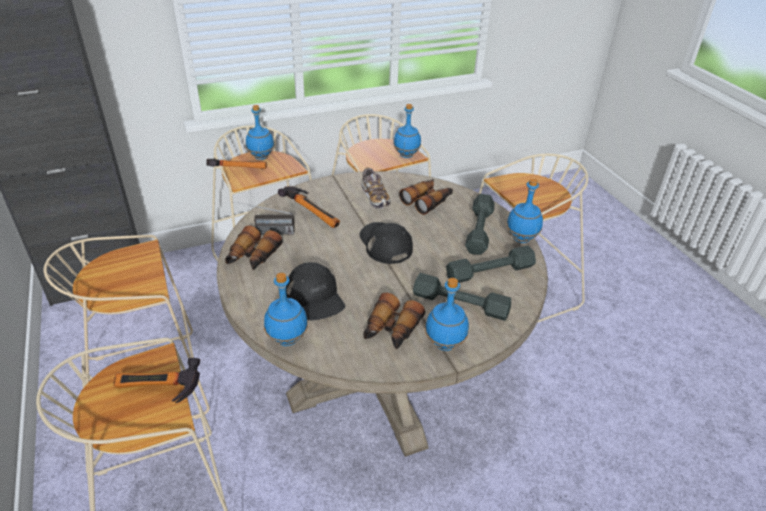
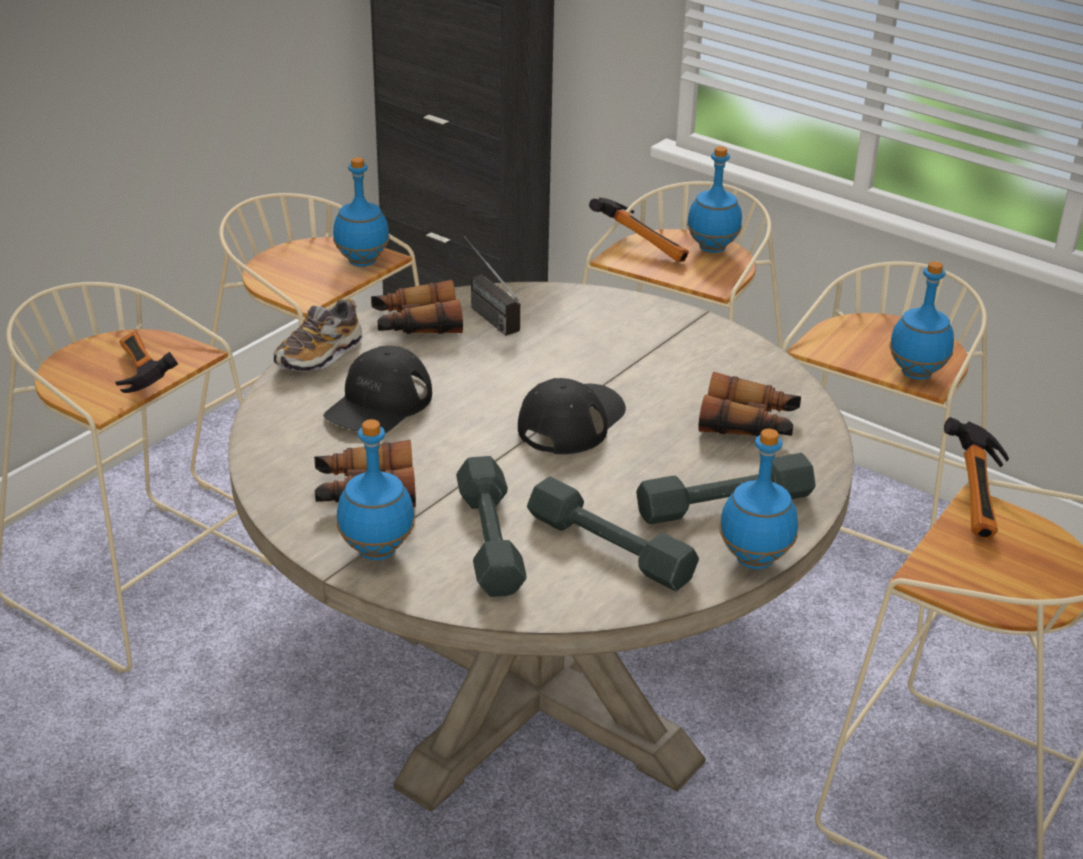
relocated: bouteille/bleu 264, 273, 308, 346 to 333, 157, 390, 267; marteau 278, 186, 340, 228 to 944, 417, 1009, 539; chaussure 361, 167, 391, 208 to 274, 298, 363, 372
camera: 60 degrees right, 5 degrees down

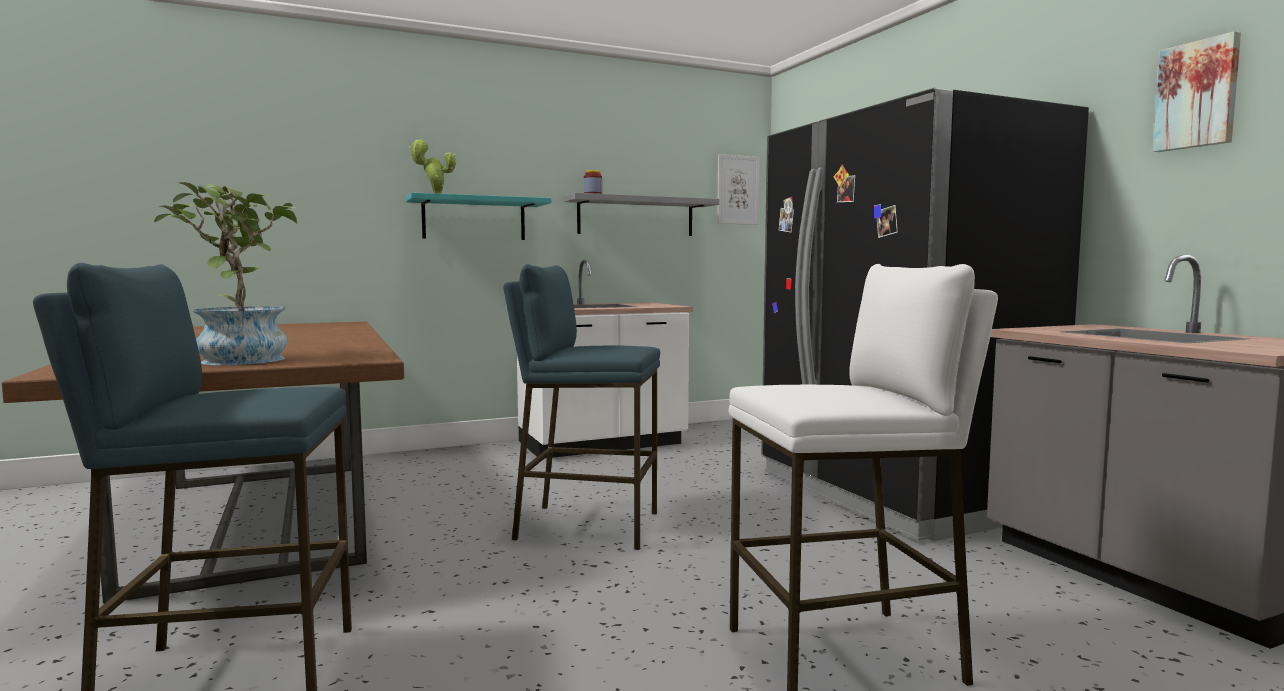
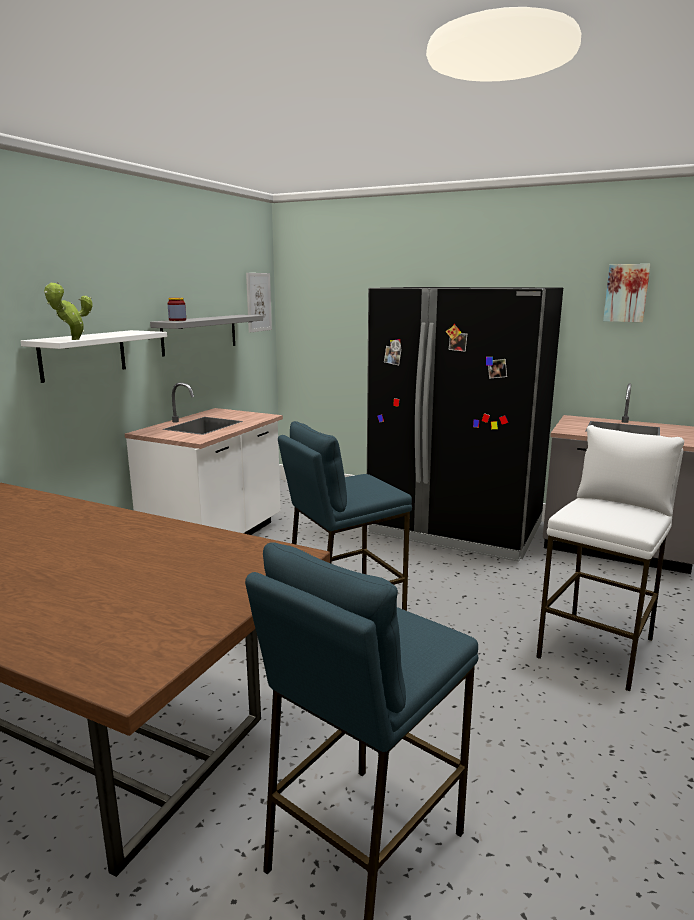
missing: plante en pot 154, 182, 297, 365
colour: étagère/turquoise 405, 193, 551, 240 to étagère/blanc 20, 330, 167, 383
camera: 40 degrees left, 10 degrees up

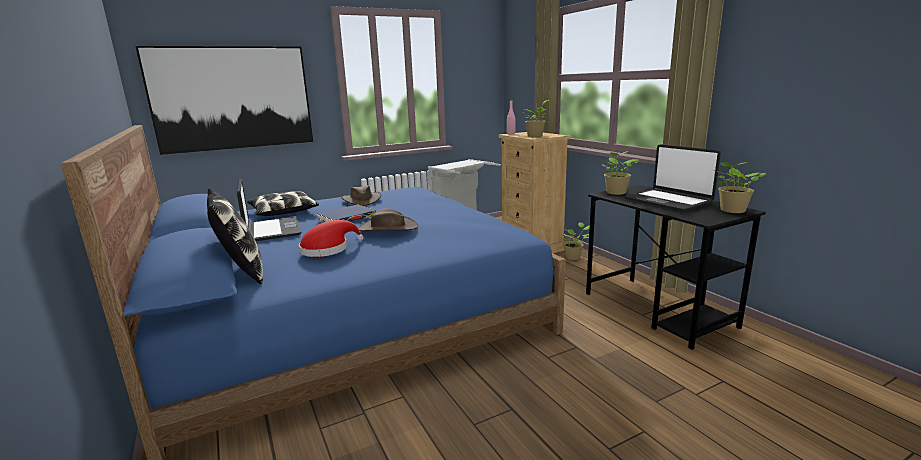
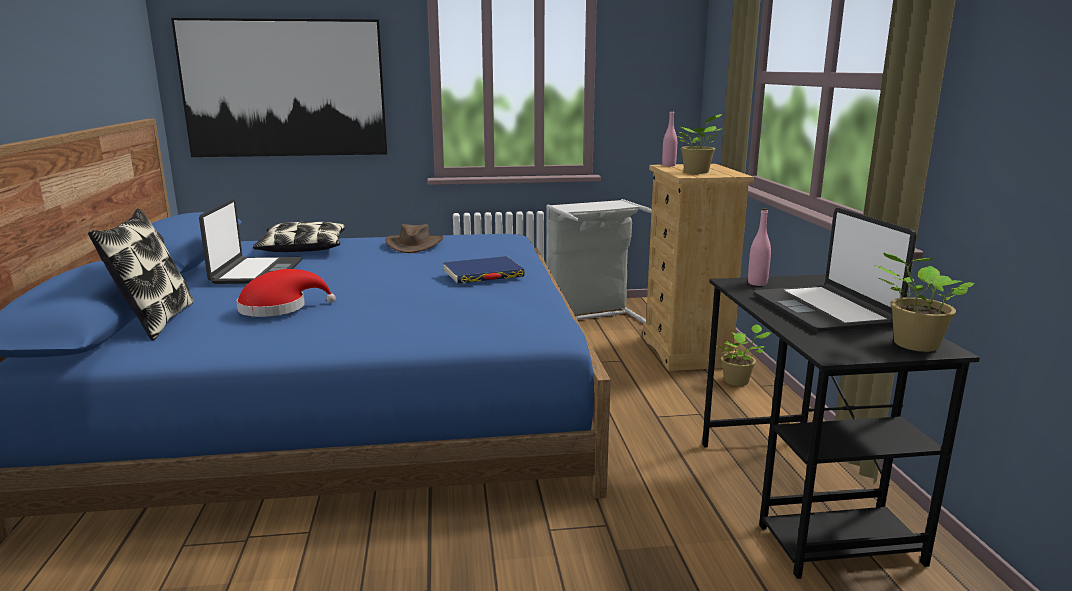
missing: chapeau/marron 358, 208, 419, 231
relocated: livre/bleu 317, 205, 376, 222 to 444, 256, 525, 284
exchanged: plante en pot 601, 151, 639, 195 to bouteille/rose 748, 208, 771, 286
camera: 20 degrees right, 0 degrees up

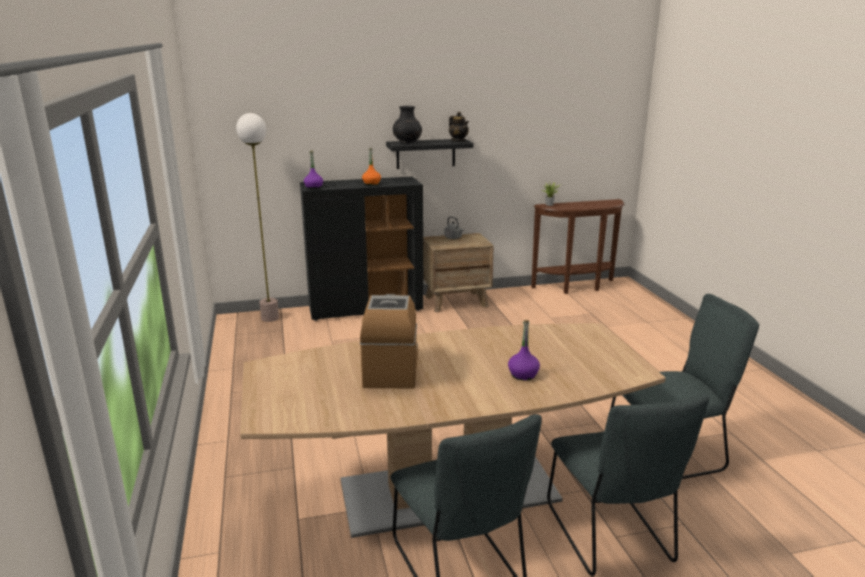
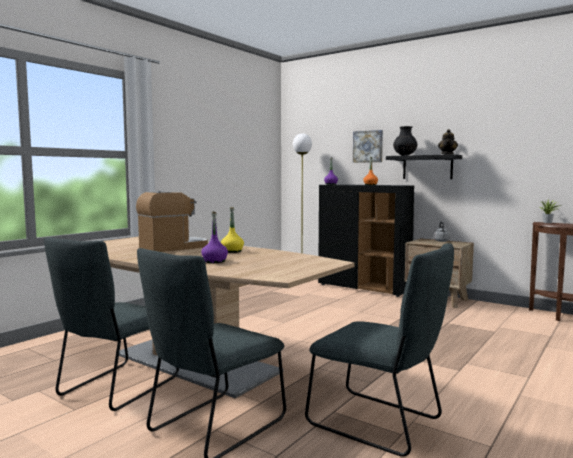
appeared: bouteille/jaune 221, 207, 244, 253; tableau 353, 130, 383, 163
camera: 50 degrees right, 15 degrees down

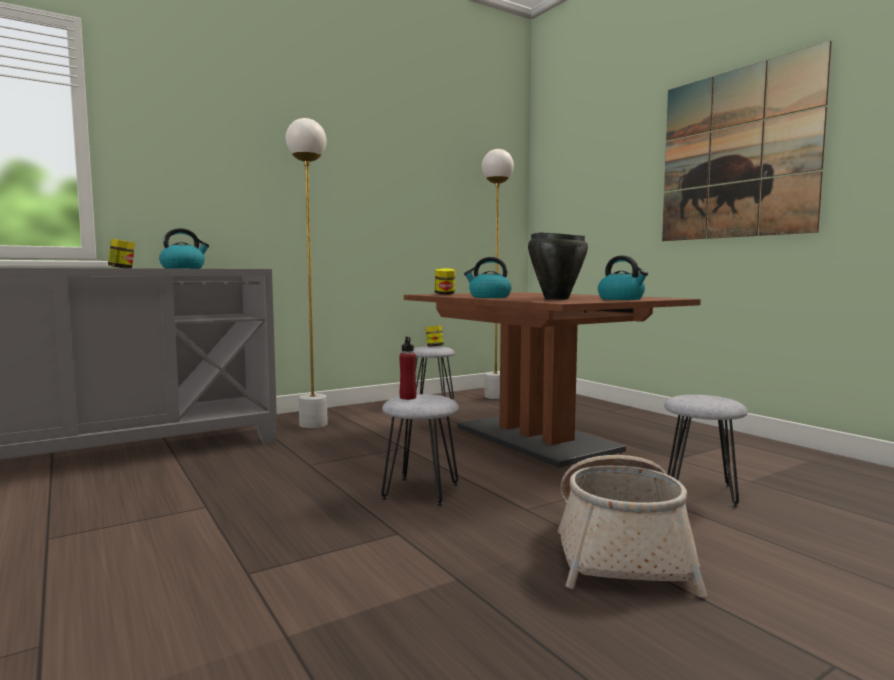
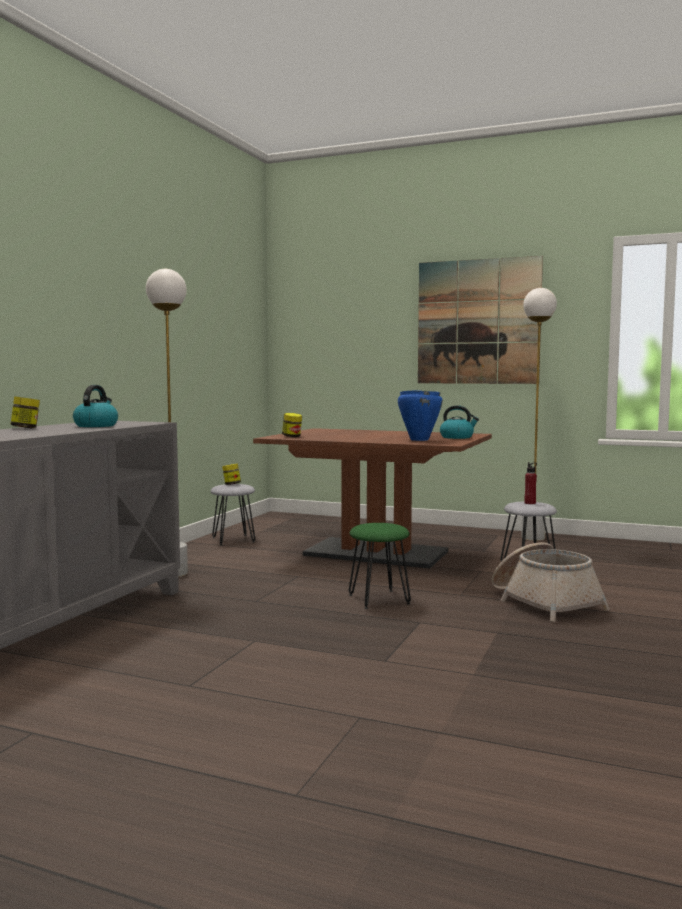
missing: bouilloire 464, 257, 512, 298
relocated: bouteille/rouge 399, 336, 416, 400 to 524, 462, 537, 504; lampadaire/blanc 482, 149, 514, 399 to 521, 288, 557, 541
colour: tabouret/gris 381, 394, 459, 506 to tabouret/vert 349, 523, 411, 609; marmite/noir 528, 232, 588, 300 to marmite/bleu 398, 390, 443, 441
camera: 35 degrees left, 0 degrees up

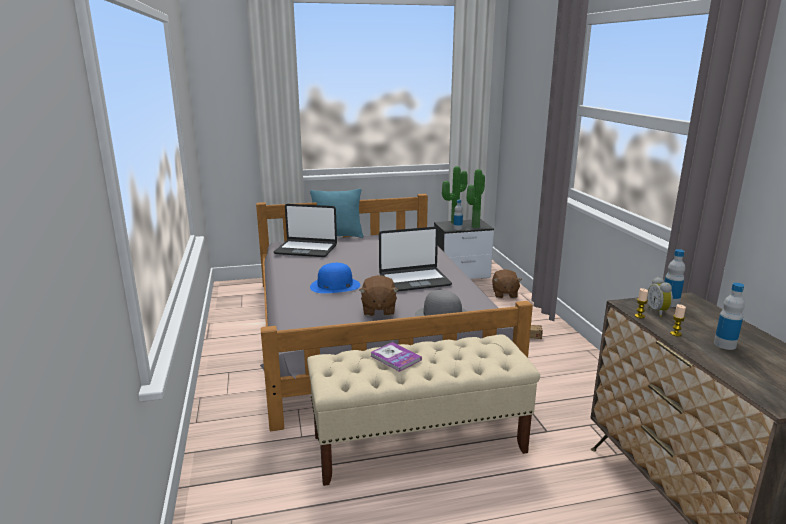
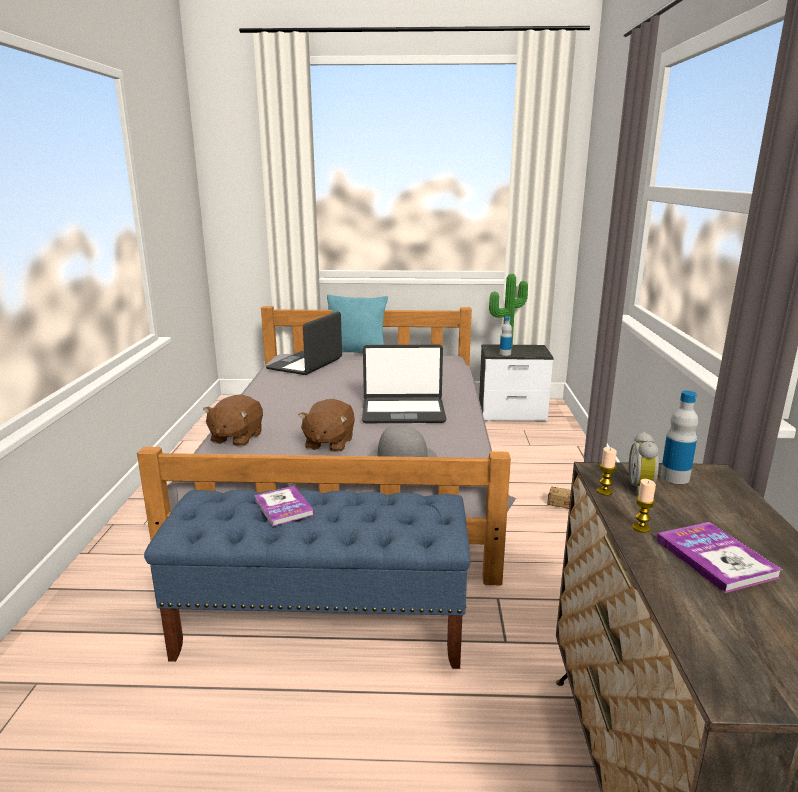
missing: chapeau/bleu 310, 263, 360, 293; plante en pot 467, 169, 485, 228
relocated: peluche/marron 492, 269, 522, 298 to 203, 394, 263, 447
exchanged: bouteille 714, 283, 745, 350 to livre 656, 522, 782, 593
colour: banc/beige 307, 335, 540, 486 to banc/bleu 144, 490, 471, 669
spun: ordinateur portable 274, 204, 337, 257 = 266, 311, 342, 375 90 degrees clockwise
camera: 15 degrees right, 0 degrees up

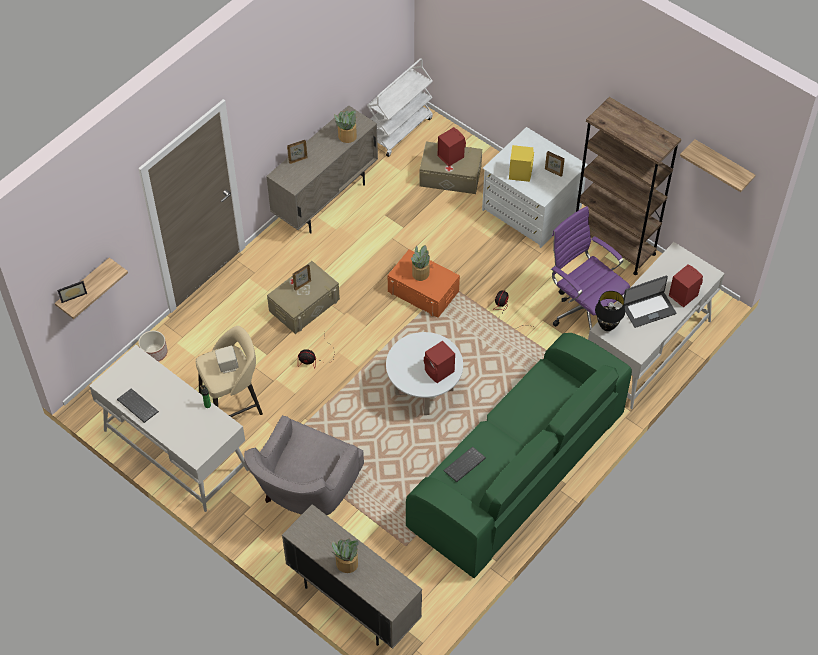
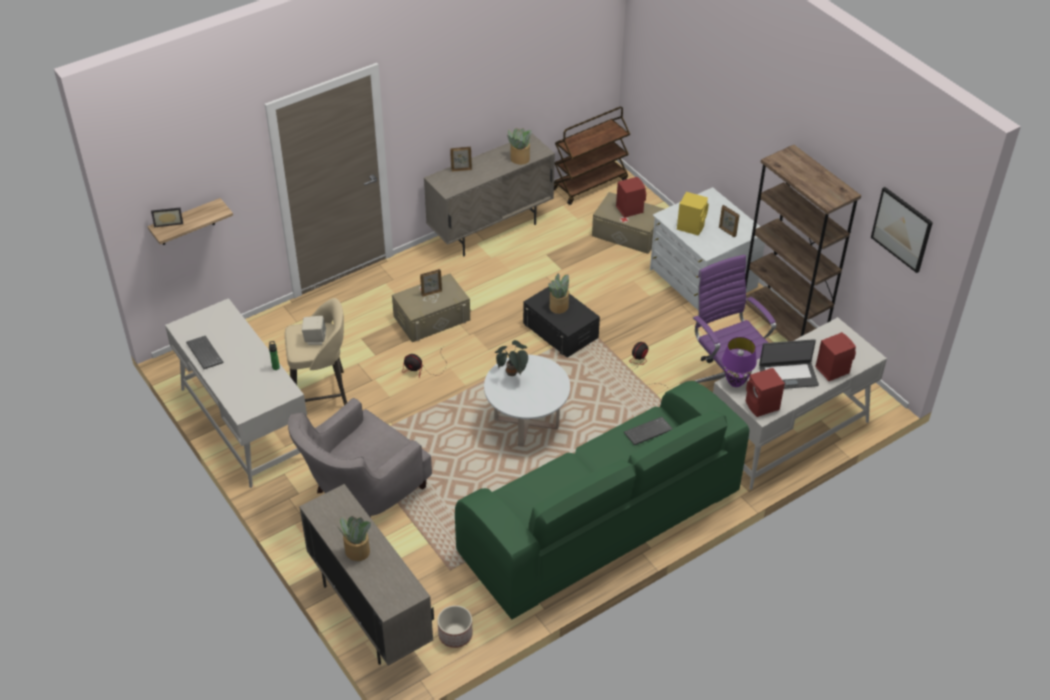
appeared: plante en pot 495, 340, 528, 376
relocated: cache-pot 138, 331, 168, 362 to 438, 605, 473, 648; enceinte/rouge 424, 341, 455, 383 to 746, 368, 785, 417; clavier 444, 447, 486, 482 to 624, 417, 673, 445
exchanged: étagère 680, 139, 755, 192 to tableau 871, 187, 933, 273
colour: chariot/blanc 367, 58, 433, 157 to chariot/marron 554, 107, 630, 205; boîte de rangement/orange 388, 249, 460, 318 to boîte de rangement/noir 523, 287, 600, 358; lampe de table/noir 595, 291, 625, 331 to lampe de table/violet 722, 337, 757, 387
camera: 15 degrees right, 10 degrees down

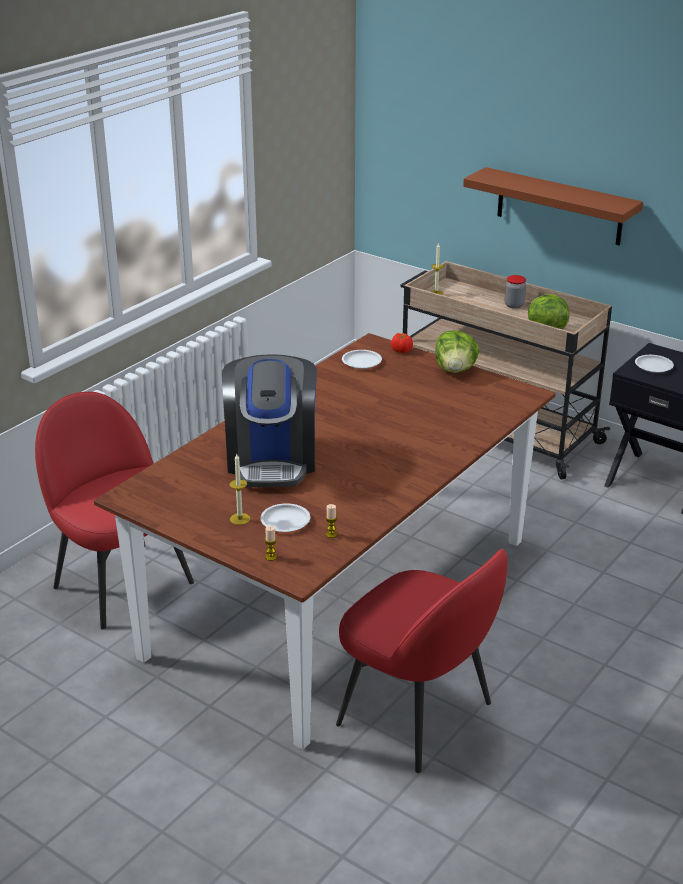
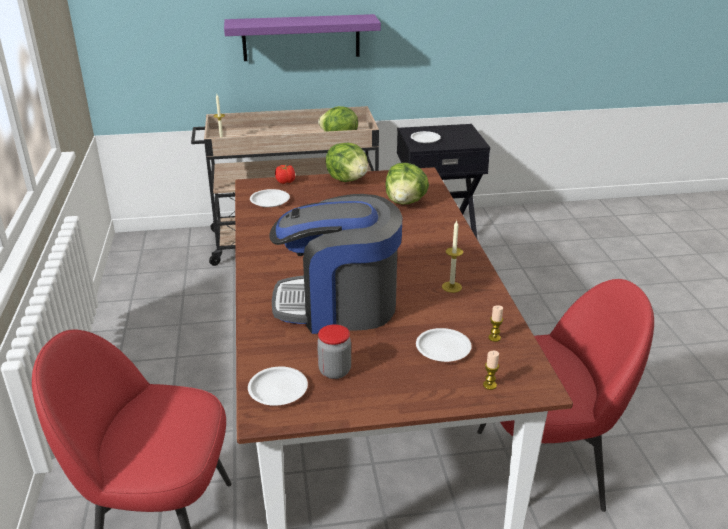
appeared: assiette/blanc 248, 366, 308, 406; laitue 385, 163, 429, 205
relocated: bougie 229, 454, 250, 525 to 442, 221, 463, 293; bocal 505, 275, 526, 309 to 317, 324, 351, 379
colour: étagère/marron 463, 167, 643, 245 to étagère/violet 224, 14, 381, 61
spun: machine à café 222, 354, 317, 487 = 269, 194, 402, 334 135 degrees clockwise
camera: 45 degrees left, 0 degrees up

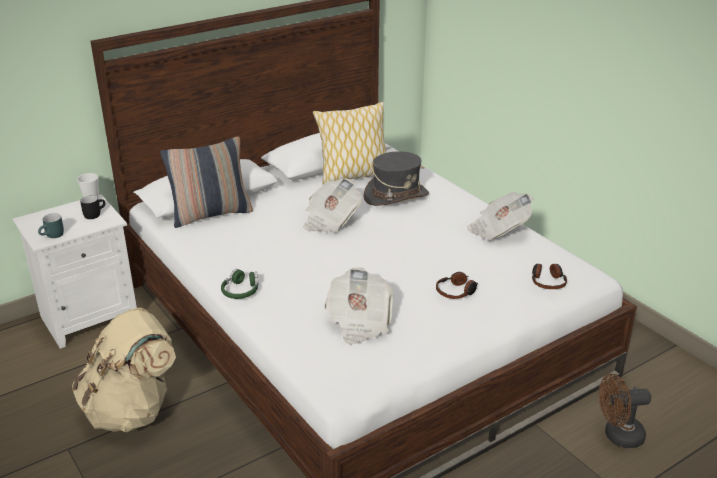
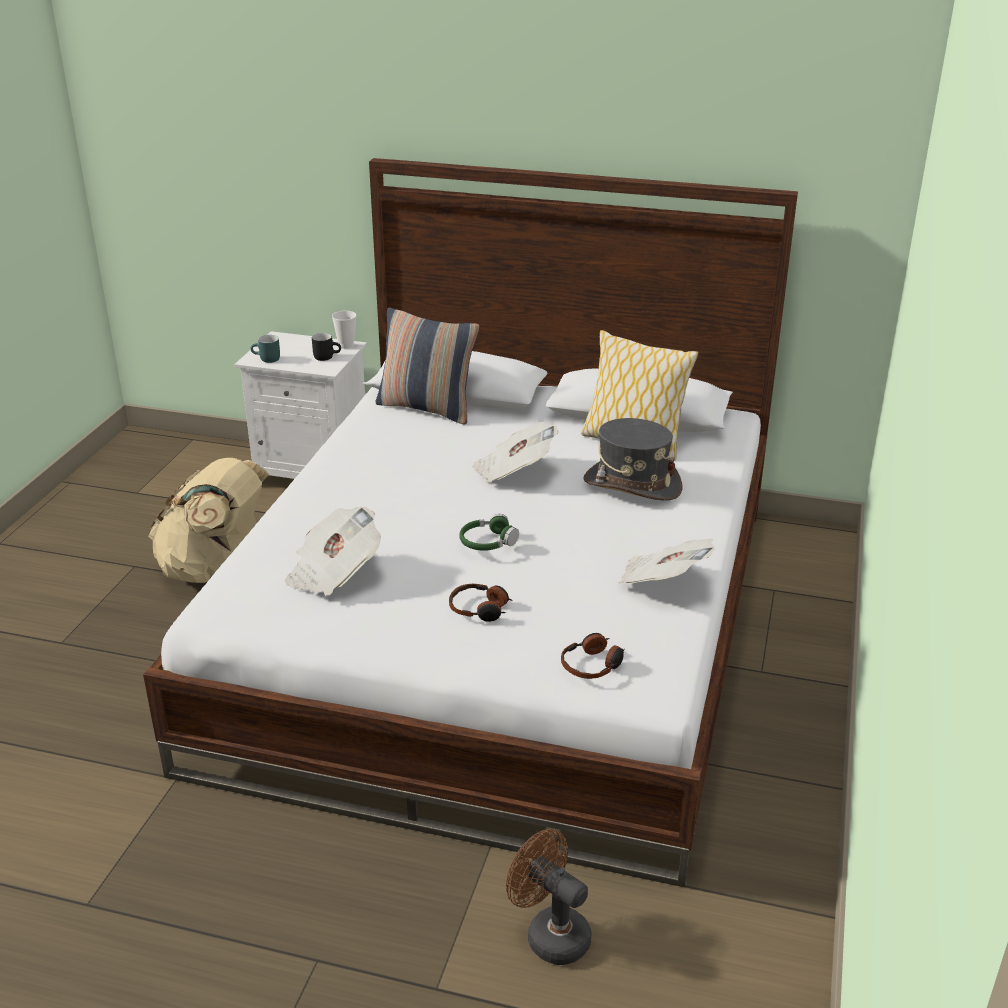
relocated: casque audio/vert 221, 269, 258, 299 to 459, 514, 519, 551
camera: 50 degrees right, 0 degrees up

